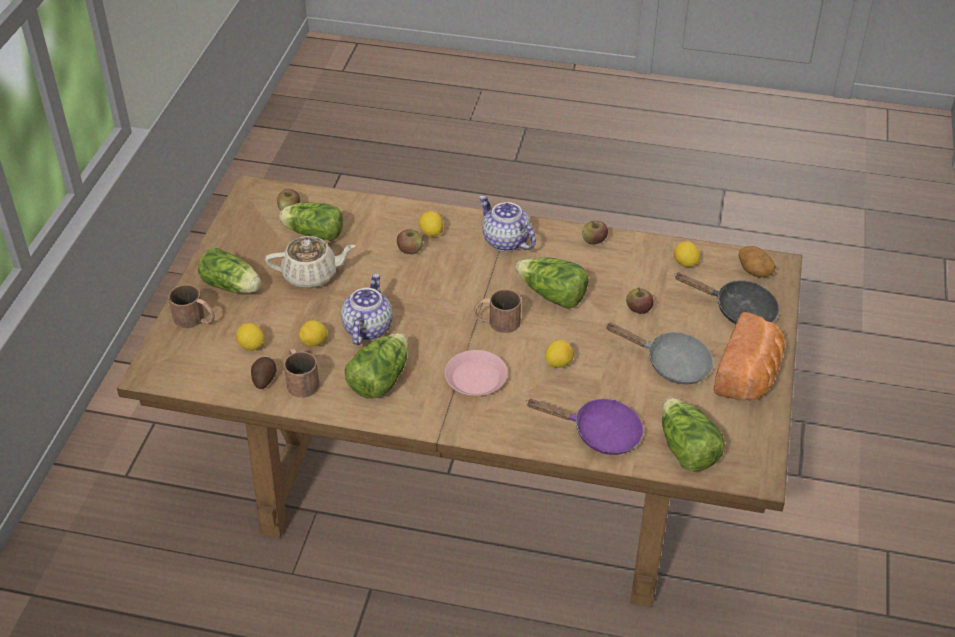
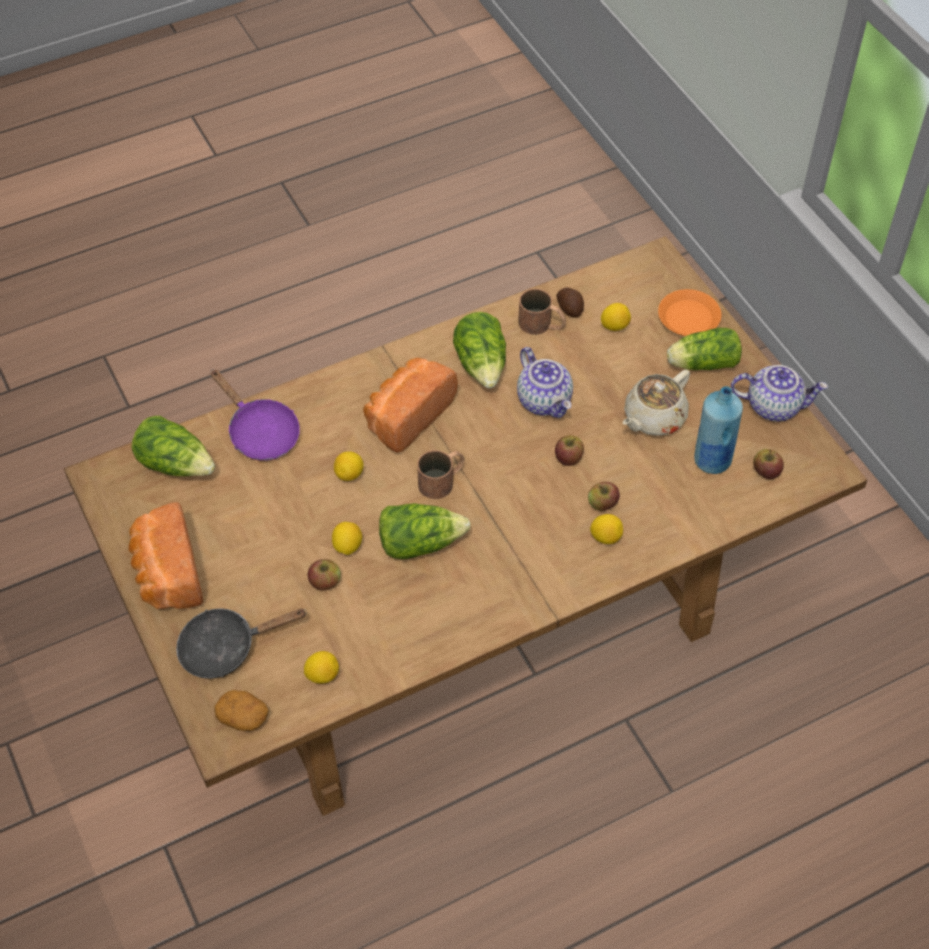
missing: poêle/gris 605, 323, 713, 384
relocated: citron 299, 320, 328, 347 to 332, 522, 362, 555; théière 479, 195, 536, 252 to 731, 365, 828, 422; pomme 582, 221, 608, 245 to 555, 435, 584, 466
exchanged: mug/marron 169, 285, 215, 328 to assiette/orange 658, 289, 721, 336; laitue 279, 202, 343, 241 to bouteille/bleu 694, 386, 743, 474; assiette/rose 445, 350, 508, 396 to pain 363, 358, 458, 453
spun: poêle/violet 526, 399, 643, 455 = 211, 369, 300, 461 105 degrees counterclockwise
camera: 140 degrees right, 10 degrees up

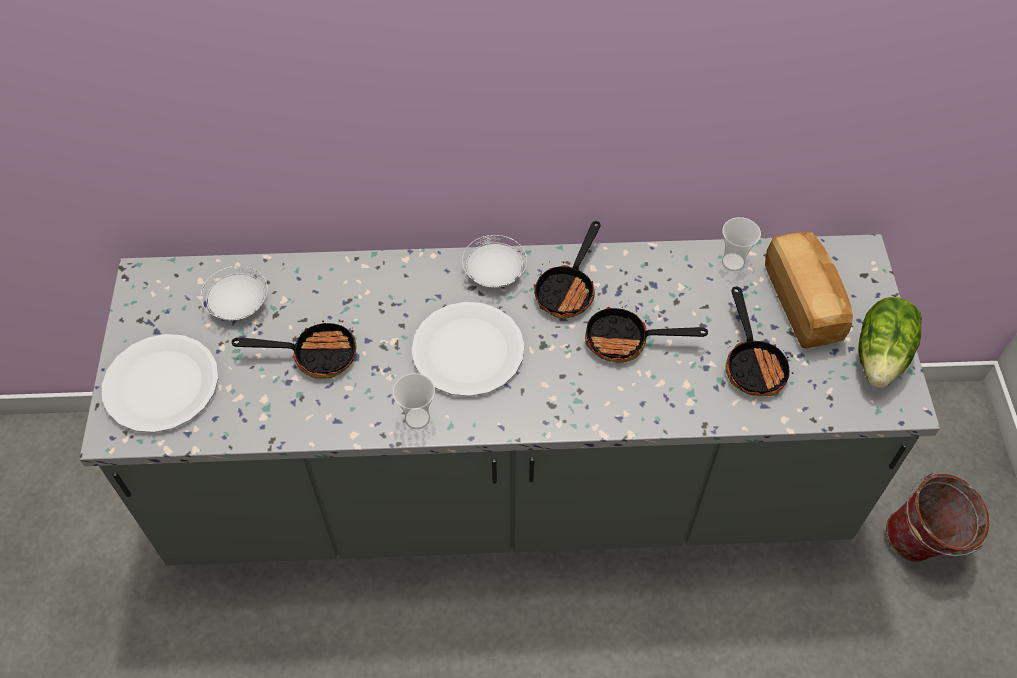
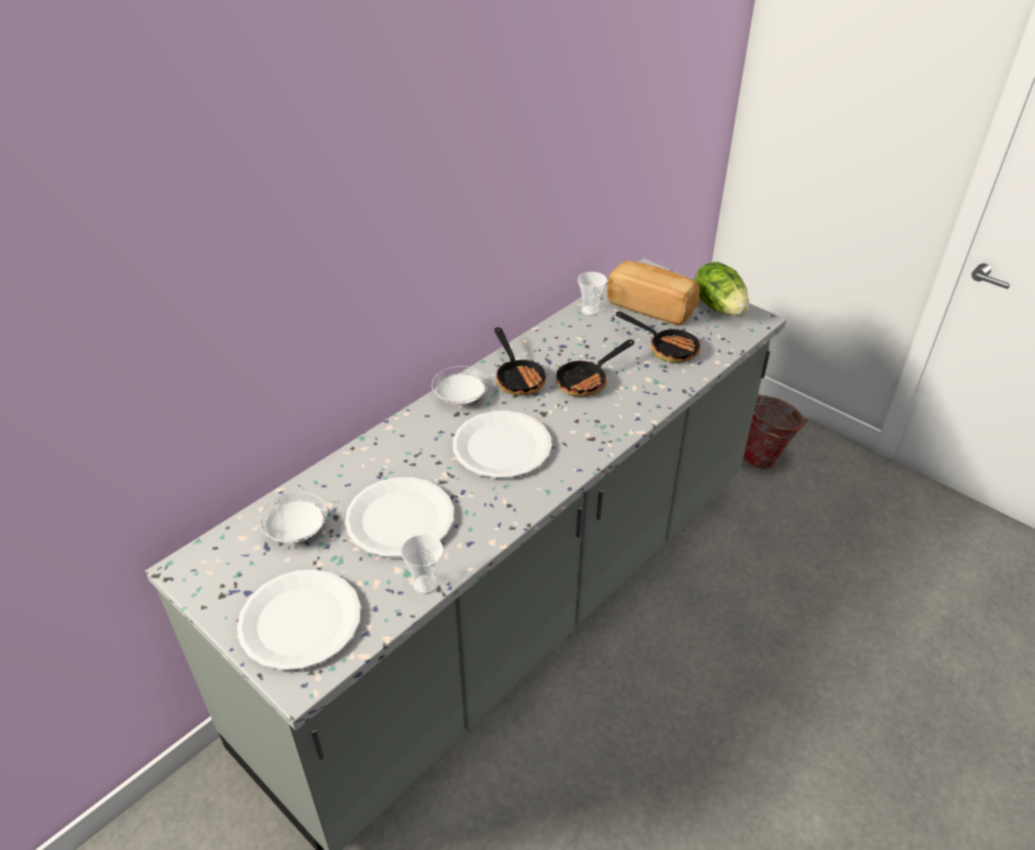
relocated: tasse 392, 373, 435, 429 to 401, 534, 443, 595
exchanged: poêle 232, 320, 357, 379 to assiette/blanc 345, 477, 454, 557
camera: 45 degrees left, 15 degrees down

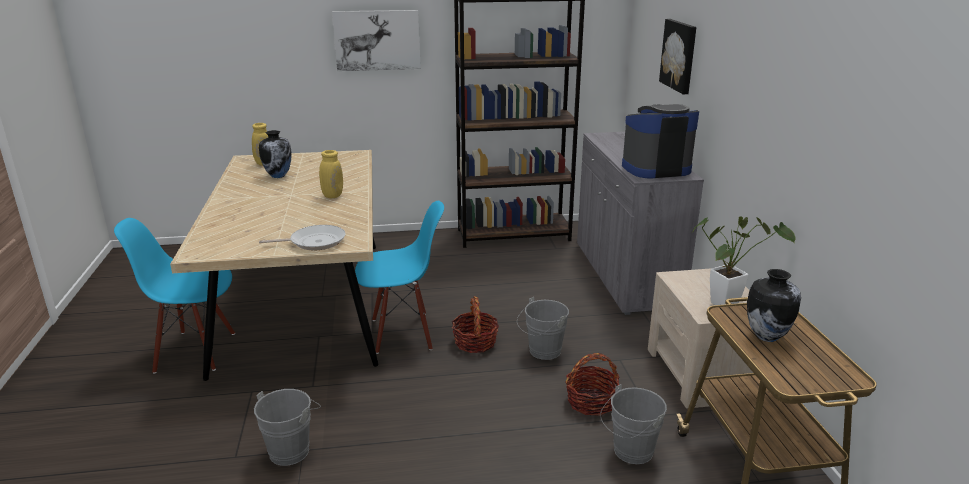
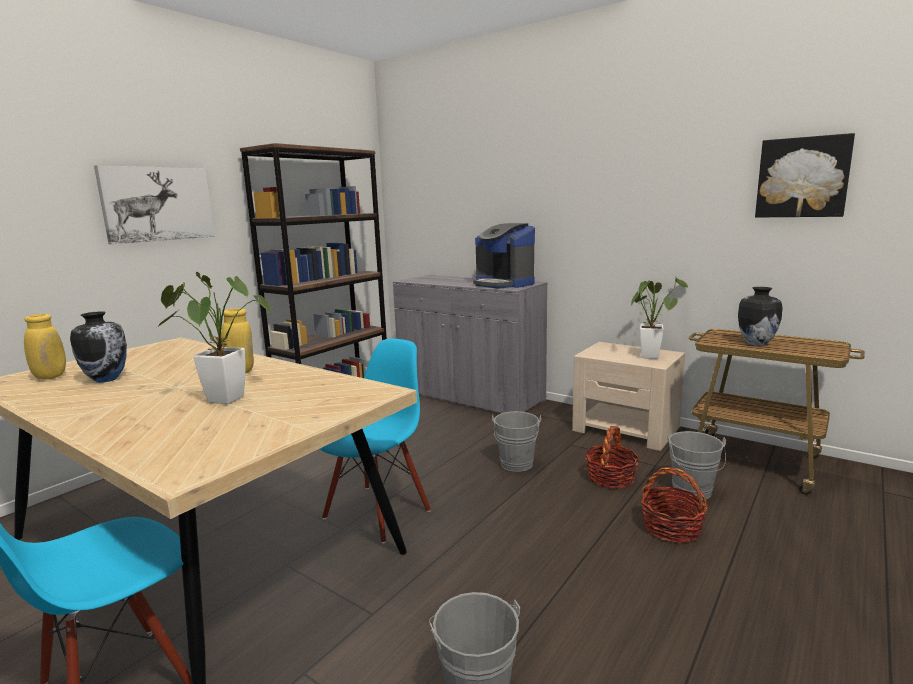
missing: poêle 259, 225, 346, 250
appeared: plante en pot 158, 272, 272, 404
relocated: panier 452, 296, 499, 353 to 641, 467, 708, 543; tableau 659, 19, 696, 94 to 755, 133, 855, 217
spun: machine à café 622, 104, 699, 179 = 473, 223, 535, 288 75 degrees counterclockwise
camera: 45 degrees left, 10 degrees down

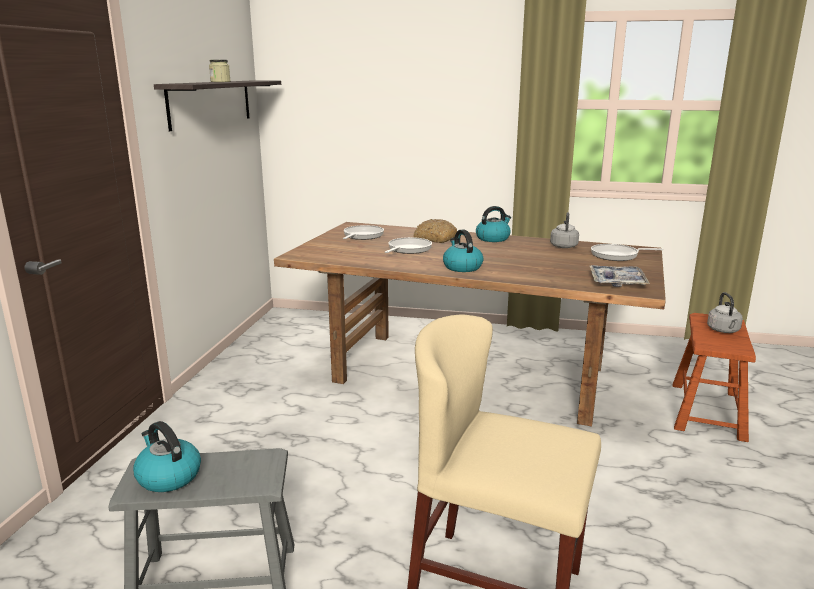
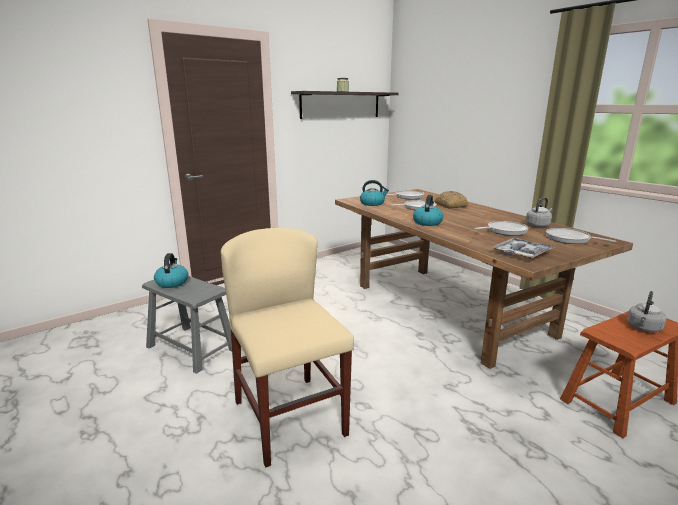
appeared: poêle 474, 221, 528, 236
relocated: bouilloire 476, 206, 511, 242 to 360, 180, 389, 206
camera: 40 degrees right, 0 degrees up

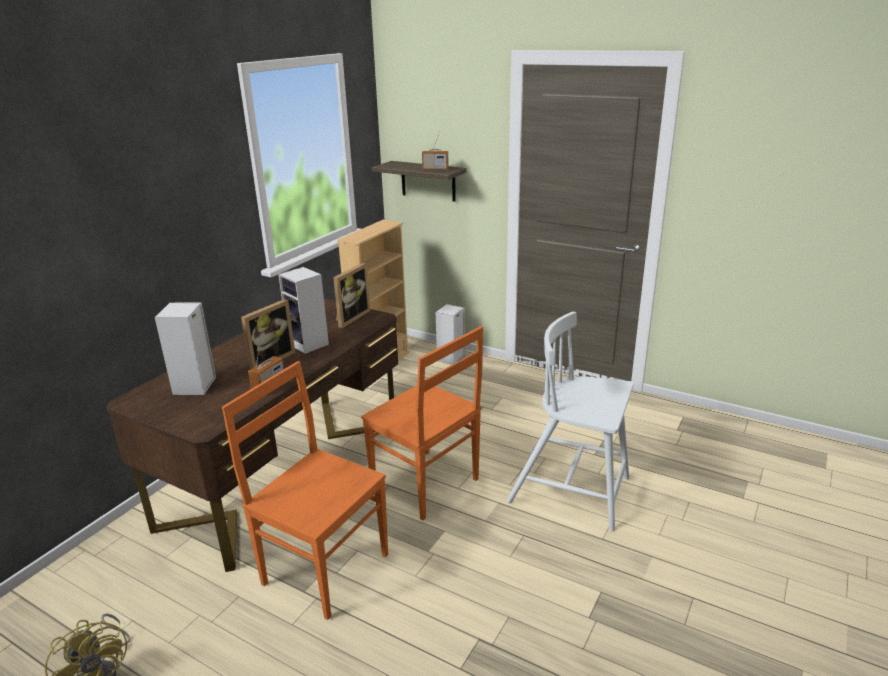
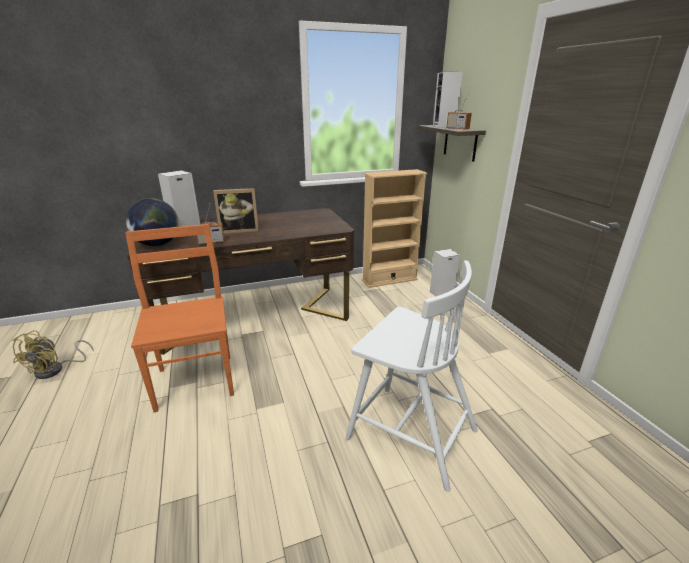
missing: cadre photo 333, 263, 370, 328; chaise/orange 361, 326, 483, 520
appeared: globe 126, 198, 179, 246
relocated: enceinte 278, 267, 329, 354 to 433, 72, 463, 128
spun: chaise/blanc 506, 312, 634, 531 = 346, 260, 478, 492 150 degrees clockwise
camera: 40 degrees right, 0 degrees up

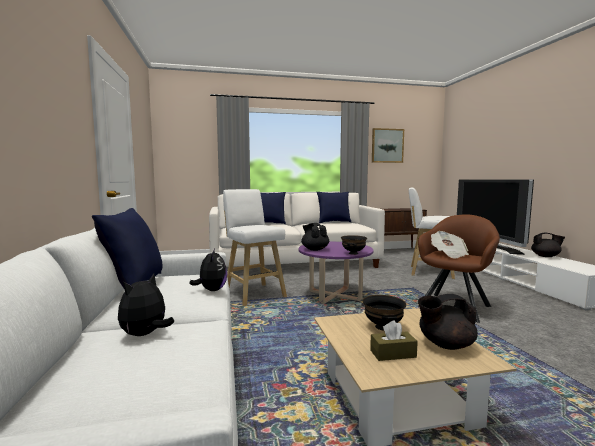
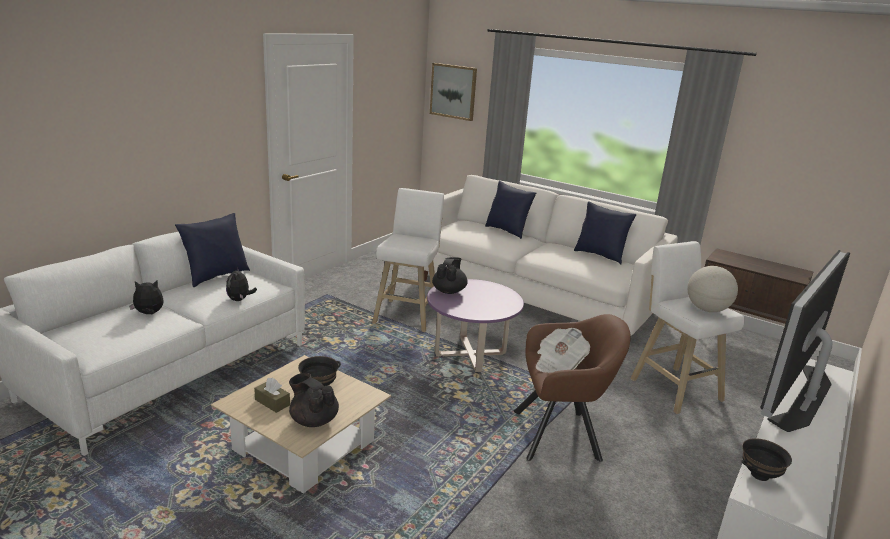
missing: théière/noir 531, 233, 565, 257
appeared: globe 688, 266, 738, 312
relocated: bol/noir 341, 235, 367, 255 to 741, 438, 792, 481; tableau 372, 128, 404, 163 to 430, 63, 477, 121
spun: peluche 189, 248, 227, 291 = 226, 266, 257, 301 135 degrees clockwise
camera: 45 degrees right, 15 degrees up

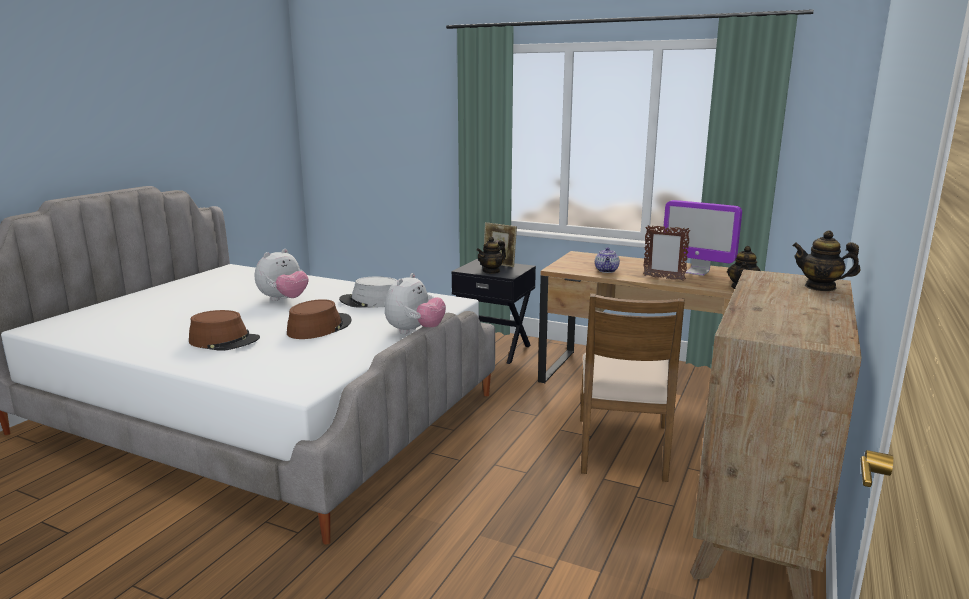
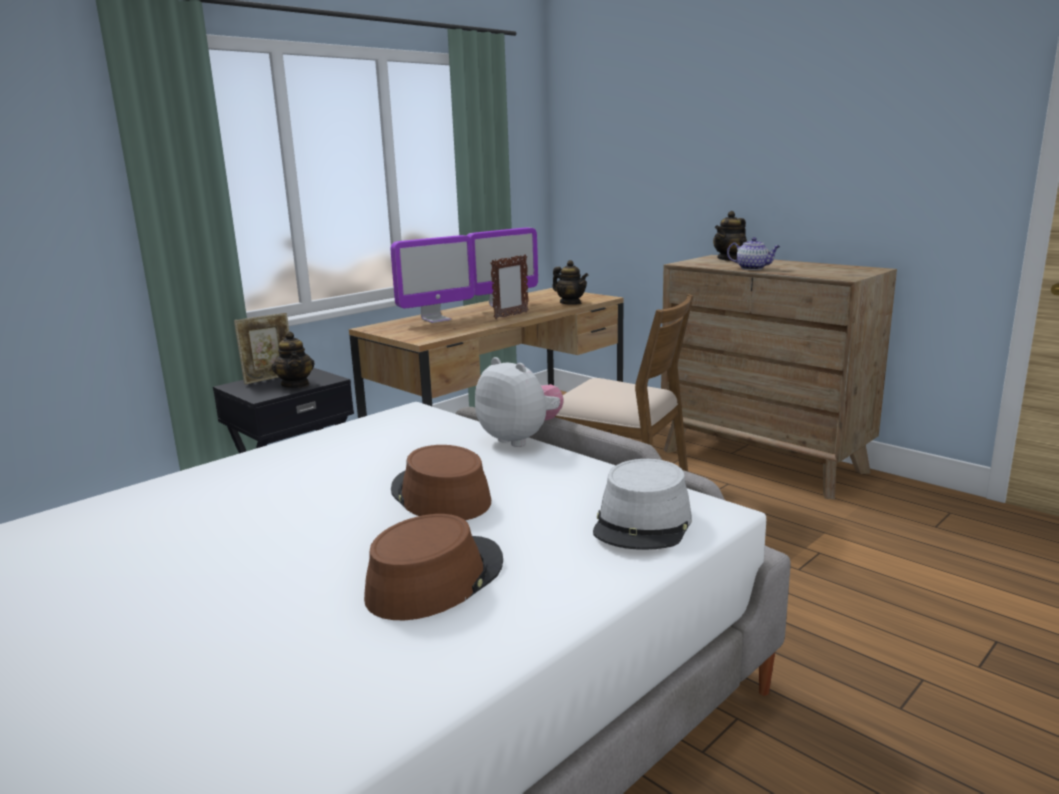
missing: peluche 255, 249, 309, 301
appeared: écran d'ordinateur 390, 235, 475, 323
relocated: chapeau/gris 339, 276, 396, 308 to 593, 459, 692, 550; théière 595, 247, 620, 273 to 727, 237, 780, 270
camera: 70 degrees left, 0 degrees up

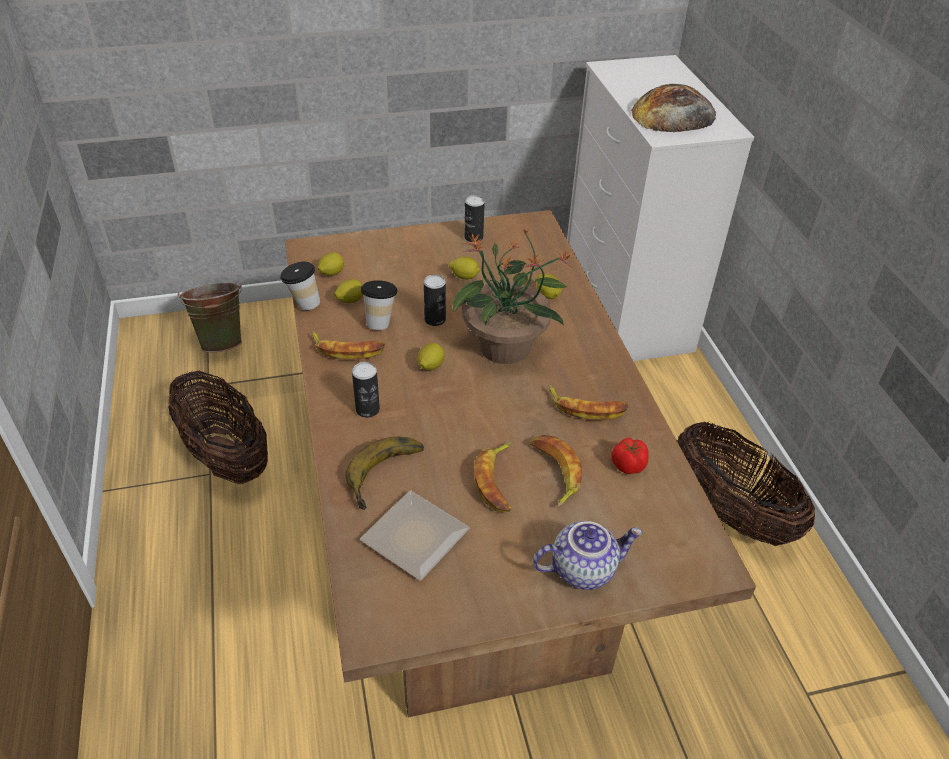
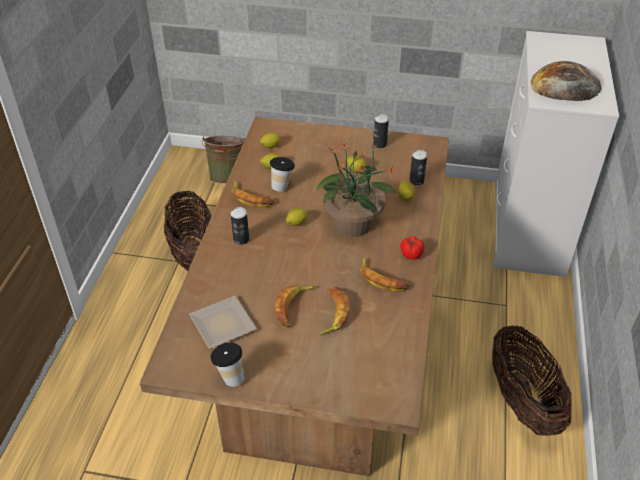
missing: banane 346, 437, 424, 510; théière 533, 521, 642, 590
relocated: tasse 280, 262, 320, 310 to 210, 343, 244, 387; boîte métallique 424, 274, 446, 326 to 409, 150, 427, 185; tomate 611, 437, 649, 474 to 400, 236, 424, 260
camera: 25 degrees right, 0 degrees up

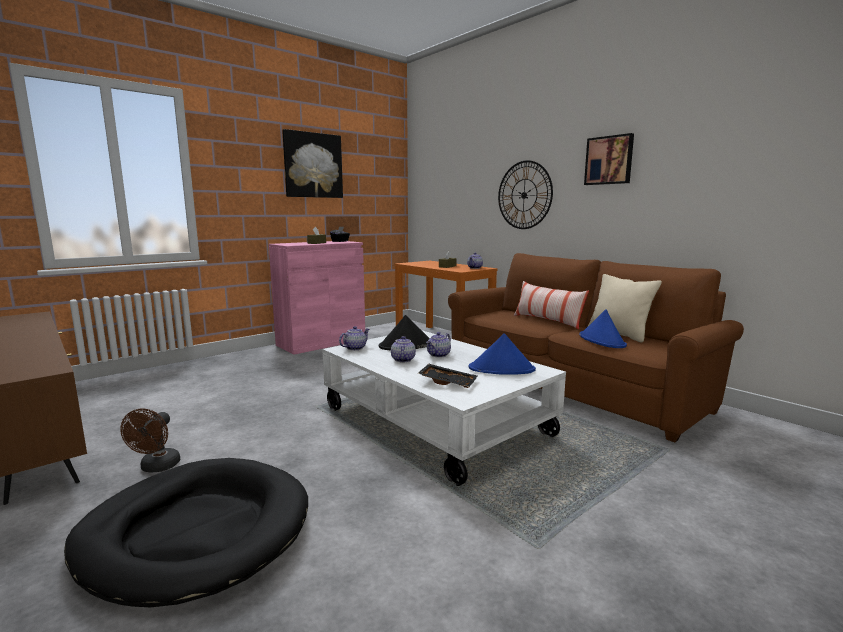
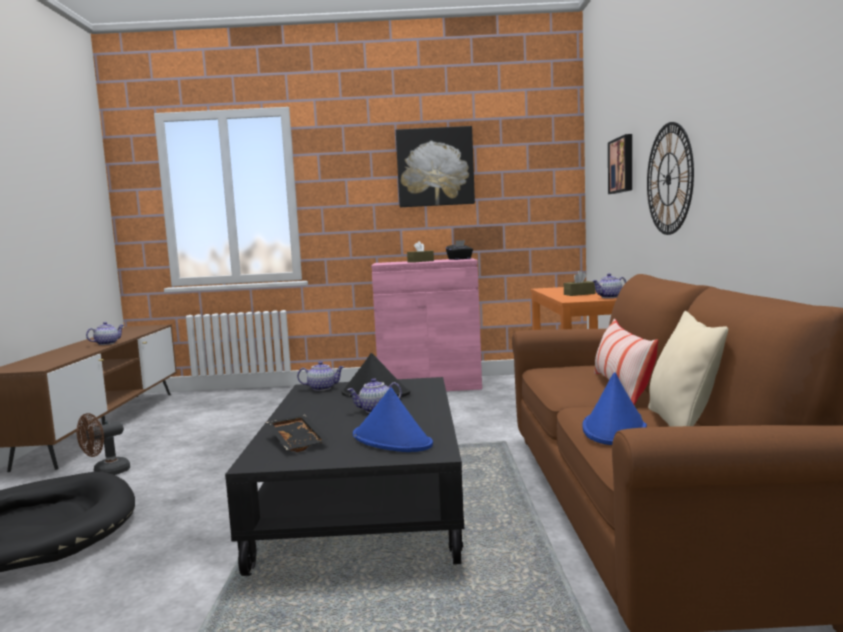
relocated: théière 391, 336, 416, 362 to 86, 322, 124, 345; tableau 584, 133, 634, 185 to 608, 134, 632, 194
colour: table basse/blanc 322, 330, 566, 486 to table basse/noir 225, 377, 464, 576
camera: 40 degrees right, 5 degrees down

